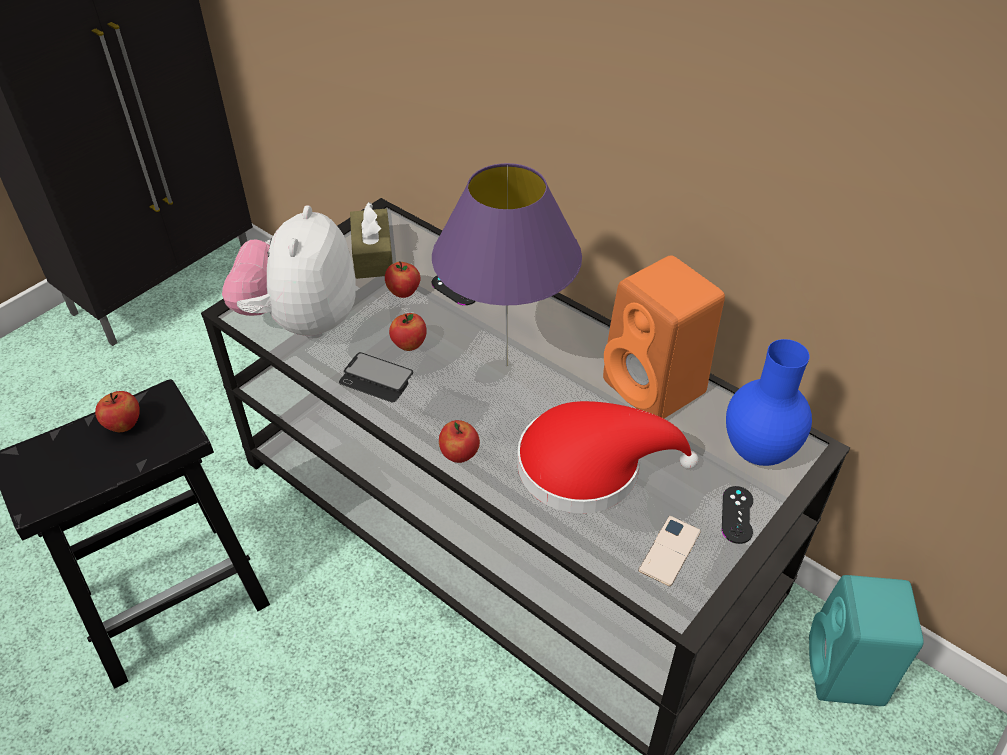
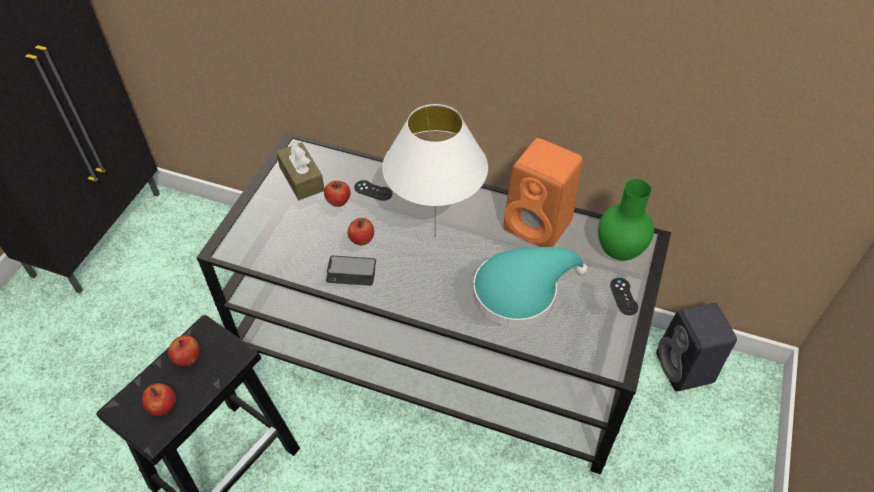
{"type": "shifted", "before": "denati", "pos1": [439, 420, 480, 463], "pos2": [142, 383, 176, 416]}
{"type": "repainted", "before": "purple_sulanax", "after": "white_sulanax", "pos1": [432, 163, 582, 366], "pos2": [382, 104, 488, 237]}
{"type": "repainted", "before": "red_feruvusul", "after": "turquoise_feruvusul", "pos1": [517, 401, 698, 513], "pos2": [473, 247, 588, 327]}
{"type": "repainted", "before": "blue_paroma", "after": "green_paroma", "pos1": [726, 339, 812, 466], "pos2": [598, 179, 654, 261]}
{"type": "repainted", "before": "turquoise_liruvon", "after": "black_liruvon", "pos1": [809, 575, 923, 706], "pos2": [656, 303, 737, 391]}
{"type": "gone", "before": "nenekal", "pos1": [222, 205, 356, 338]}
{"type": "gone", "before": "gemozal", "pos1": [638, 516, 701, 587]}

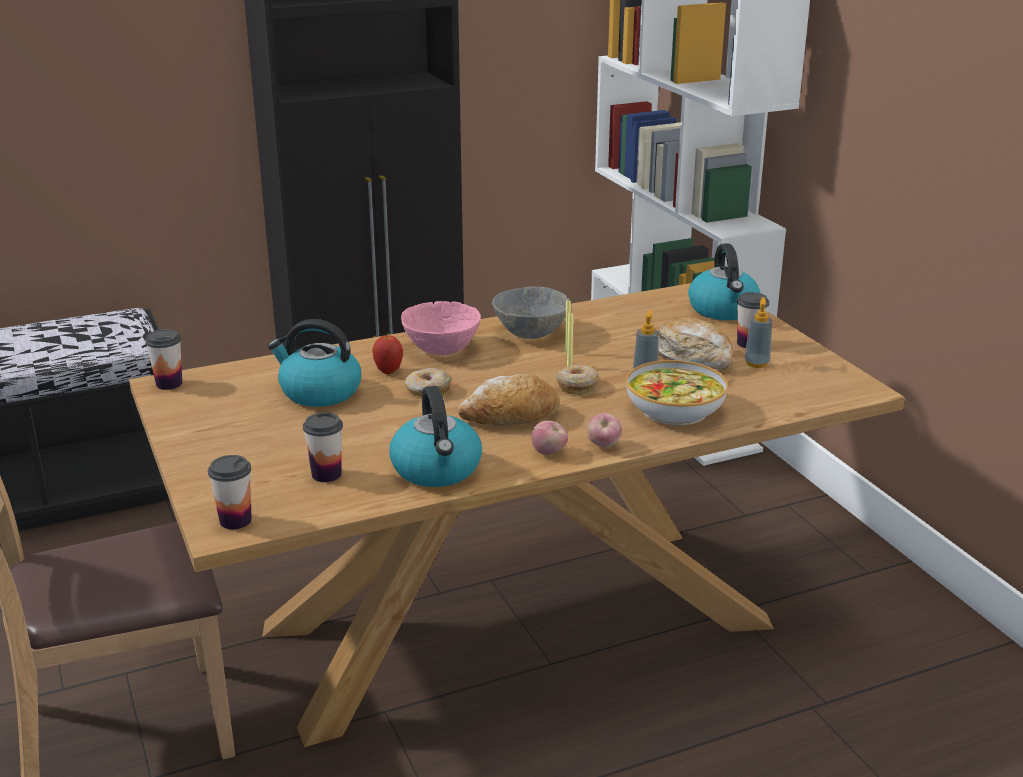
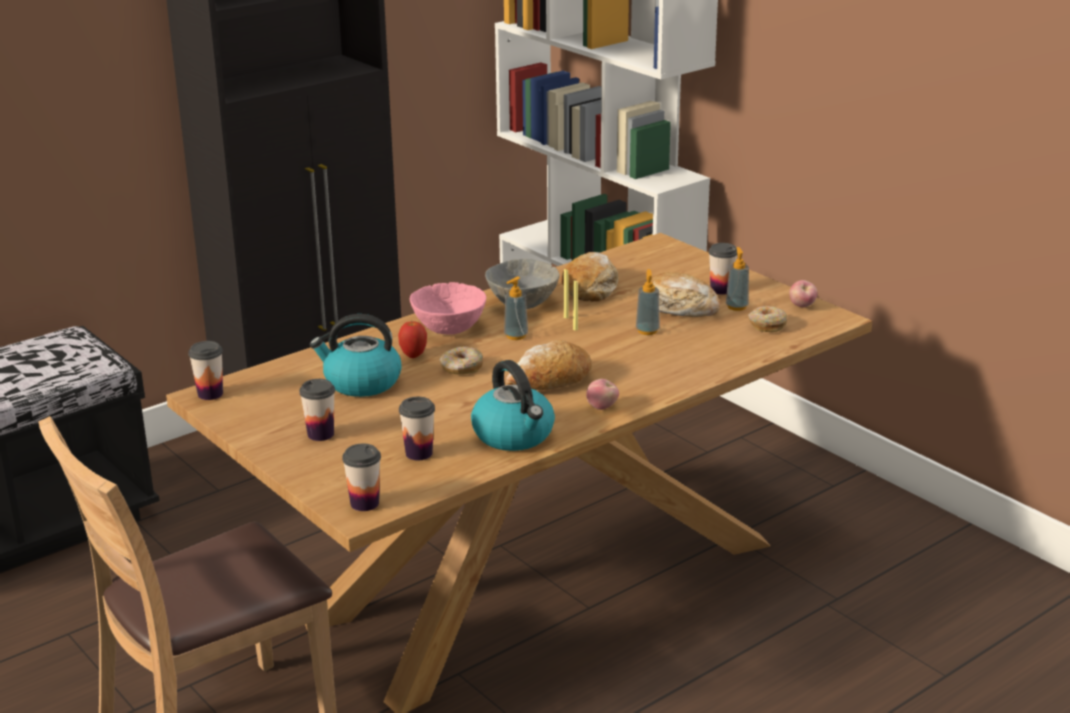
{"type": "new", "after": "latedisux", "pos2": [299, 379, 335, 441]}
{"type": "new", "after": "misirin", "pos2": [504, 277, 528, 340]}
{"type": "new", "after": "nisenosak", "pos2": [561, 252, 618, 302]}
{"type": "shifted", "before": "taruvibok", "pos1": [557, 365, 599, 395], "pos2": [748, 306, 788, 332]}
{"type": "shifted", "before": "denati", "pos1": [587, 413, 622, 448], "pos2": [789, 280, 818, 307]}
{"type": "gone", "before": "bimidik", "pos1": [626, 360, 728, 425]}
{"type": "gone", "before": "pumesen", "pos1": [688, 244, 760, 320]}

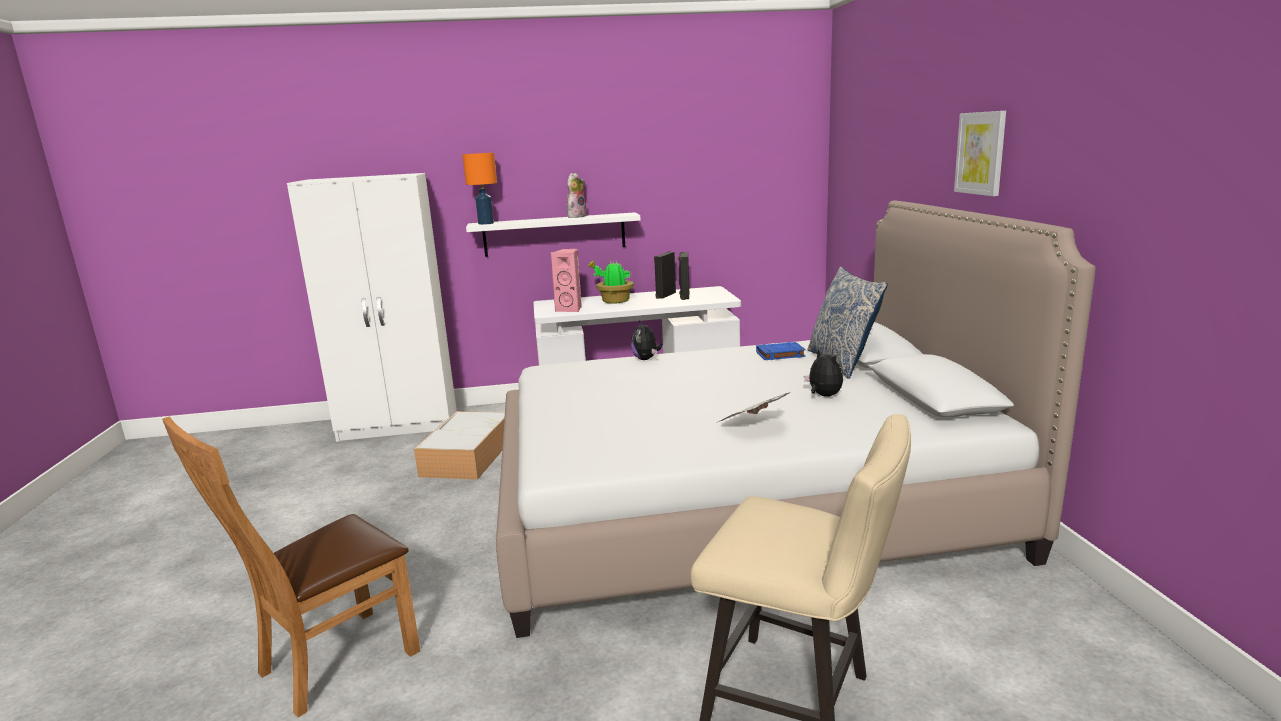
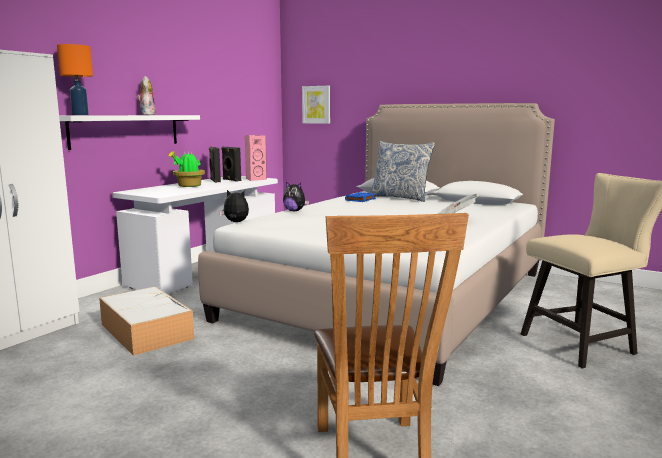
{"type": "shifted", "before": "nenekal", "pos1": [804, 349, 843, 397], "pos2": [219, 190, 249, 222]}
{"type": "shifted", "before": "pink_liruvon", "pos1": [550, 249, 582, 312], "pos2": [245, 135, 267, 181]}
{"type": "shifted", "before": "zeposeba", "pos1": [954, 111, 1006, 196], "pos2": [302, 86, 330, 124]}

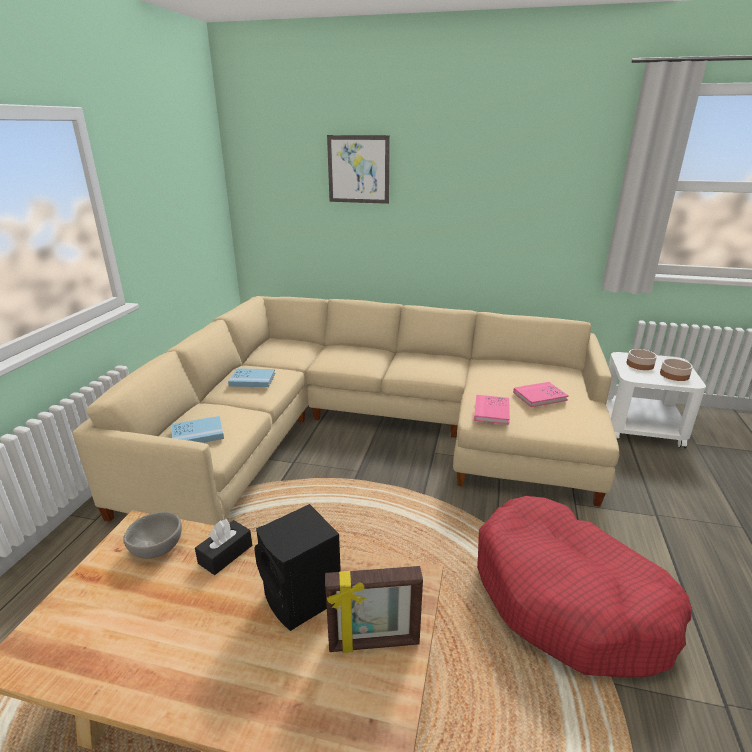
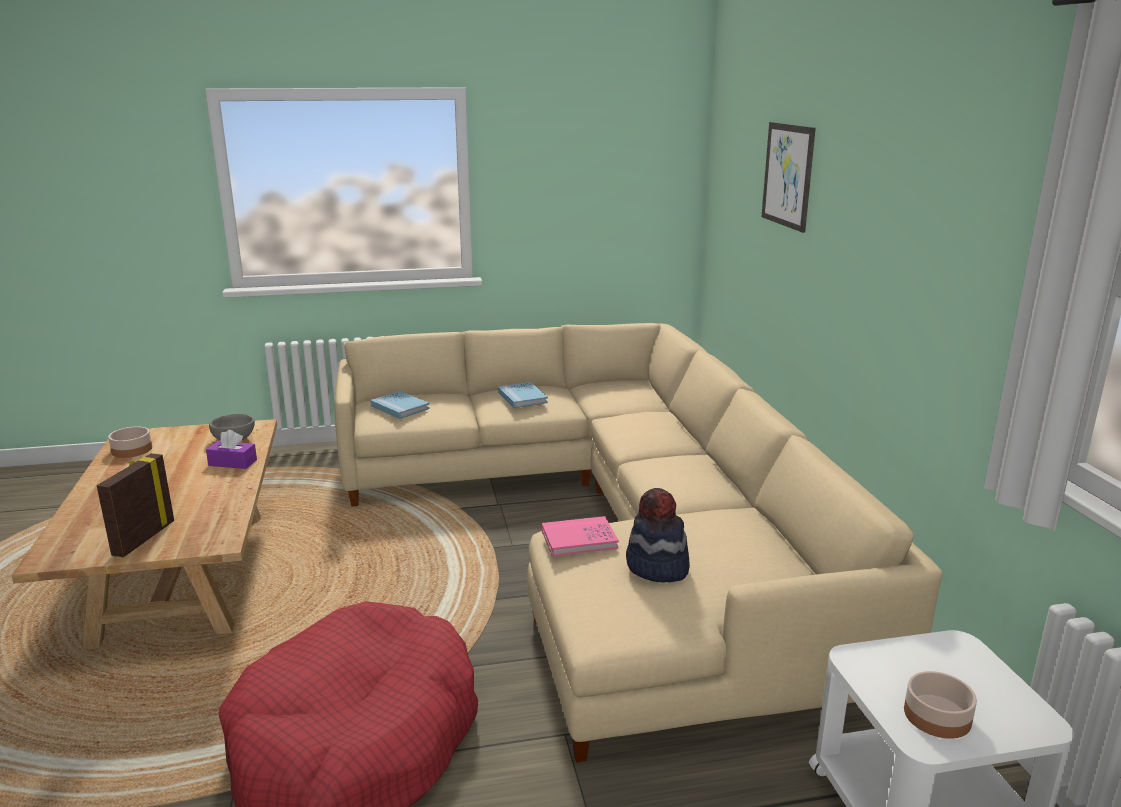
{"type": "rotated", "before": "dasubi", "pos1": [325, 566, 423, 653], "pos2": [97, 453, 174, 557], "turn": 45}
{"type": "shifted", "before": "bimidik", "pos1": [626, 349, 657, 370], "pos2": [108, 427, 152, 458]}
{"type": "repainted", "before": "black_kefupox", "after": "purple_kefupox", "pos1": [195, 519, 252, 575], "pos2": [206, 430, 257, 469]}
{"type": "swapped", "before": "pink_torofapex", "after": "feruvusul", "pos1": [513, 382, 569, 407], "pos2": [626, 488, 690, 583]}
{"type": "gone", "before": "black_liruvon", "pos1": [254, 504, 341, 631]}

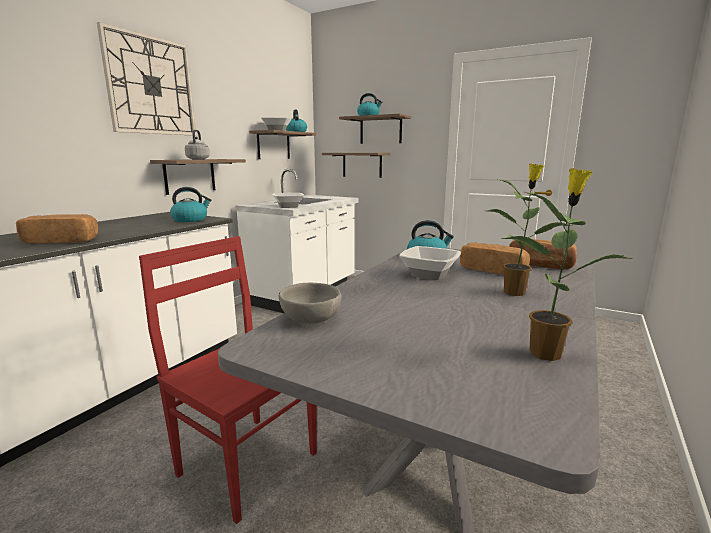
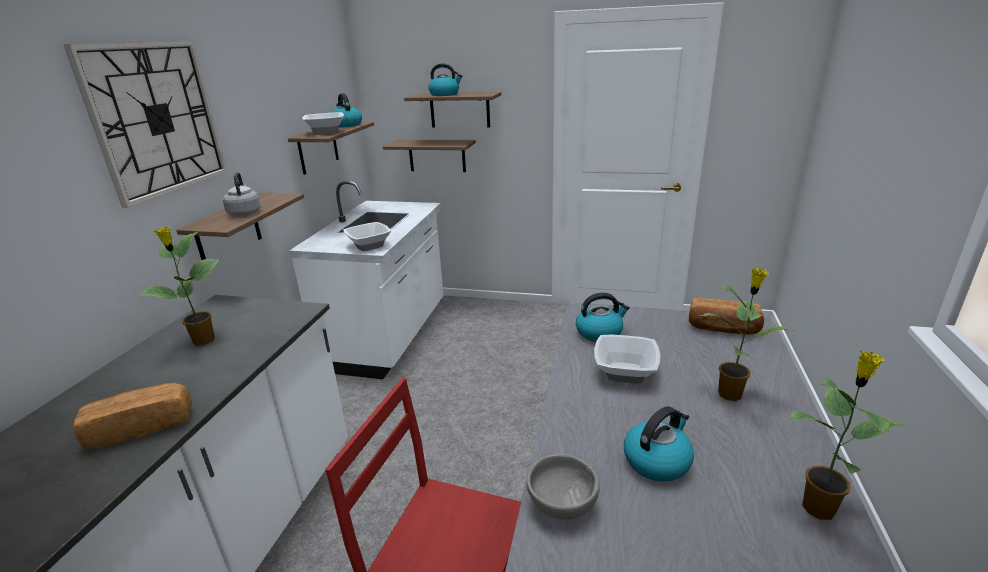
{"type": "new", "after": "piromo", "pos2": [137, 227, 220, 346]}
{"type": "shifted", "before": "pumesen", "pos1": [170, 187, 211, 222], "pos2": [624, 406, 694, 482]}
{"type": "gone", "before": "nisenosak", "pos1": [460, 242, 530, 275]}

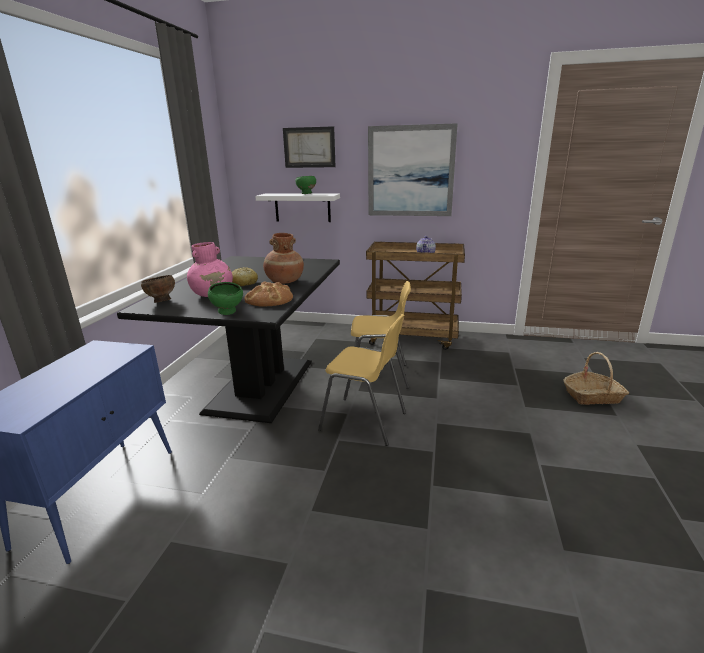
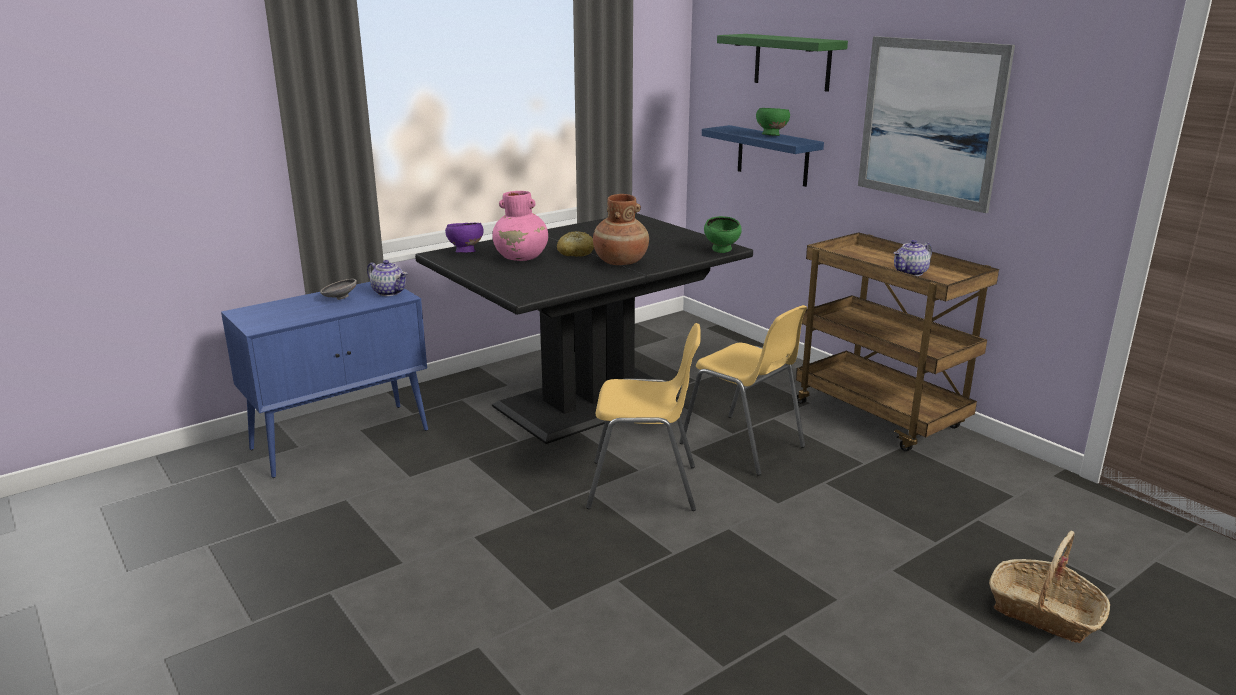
{"type": "new", "after": "grey_bimidik", "pos2": [320, 279, 357, 300]}
{"type": "new", "after": "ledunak", "pos2": [367, 260, 408, 296]}
{"type": "repainted", "before": "brown_bimidik", "after": "purple_bimidik", "pos1": [141, 275, 175, 303], "pos2": [445, 223, 484, 253]}
{"type": "rotated", "before": "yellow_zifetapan", "pos1": [318, 314, 406, 446], "pos2": [586, 323, 701, 511], "turn": -60}
{"type": "repainted", "before": "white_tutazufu", "after": "blue_tutazufu", "pos1": [255, 193, 340, 222], "pos2": [702, 125, 824, 187]}
{"type": "shifted", "before": "green_bimidik", "pos1": [208, 282, 243, 315], "pos2": [704, 216, 742, 253]}
{"type": "swapped", "before": "zeposeba", "after": "green_tutazufu", "pos1": [283, 126, 335, 168], "pos2": [717, 34, 848, 92]}
{"type": "gone", "before": "nisenosak", "pos1": [244, 281, 293, 306]}

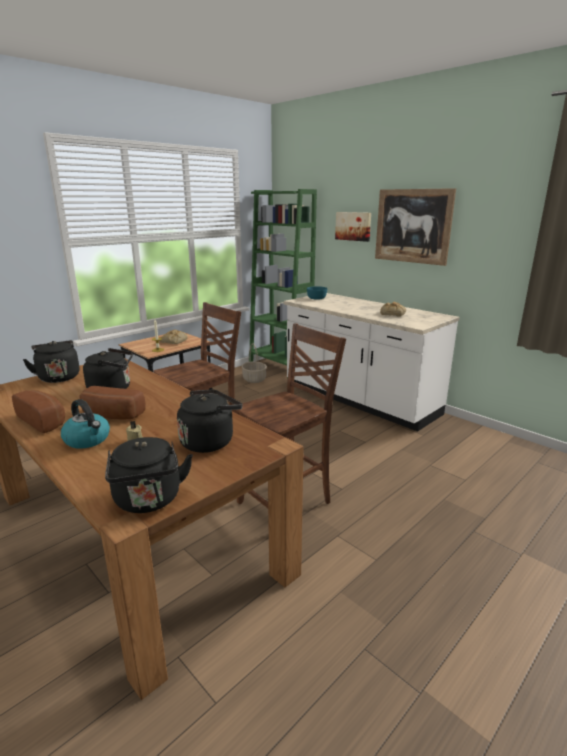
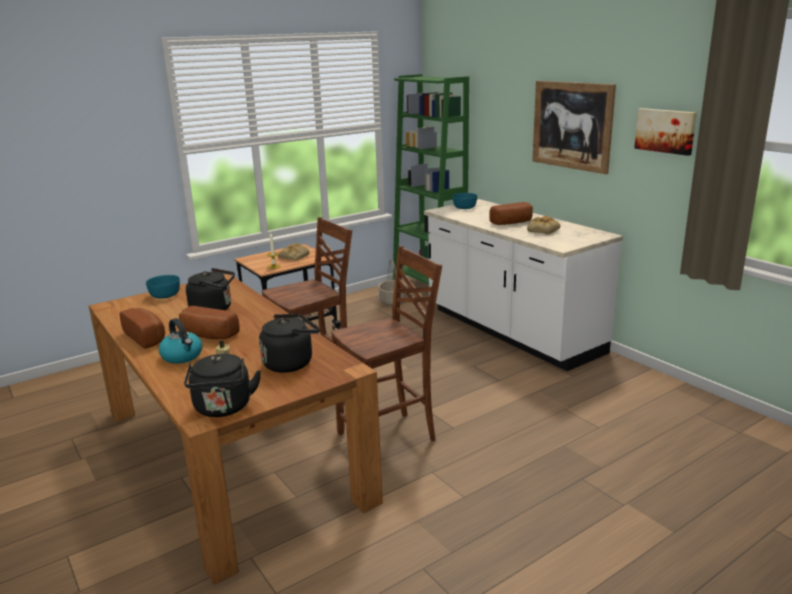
{"type": "swapped", "before": "black_pumesen", "after": "turquoise_bimidik", "pos1": [23, 340, 80, 383], "pos2": [146, 275, 180, 299]}
{"type": "new", "after": "nisenosak", "pos2": [489, 202, 533, 225]}
{"type": "shifted", "before": "zeposeba", "pos1": [335, 212, 371, 242], "pos2": [634, 108, 697, 156]}

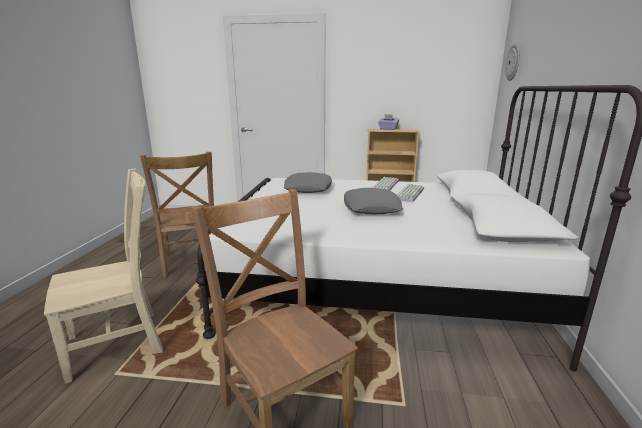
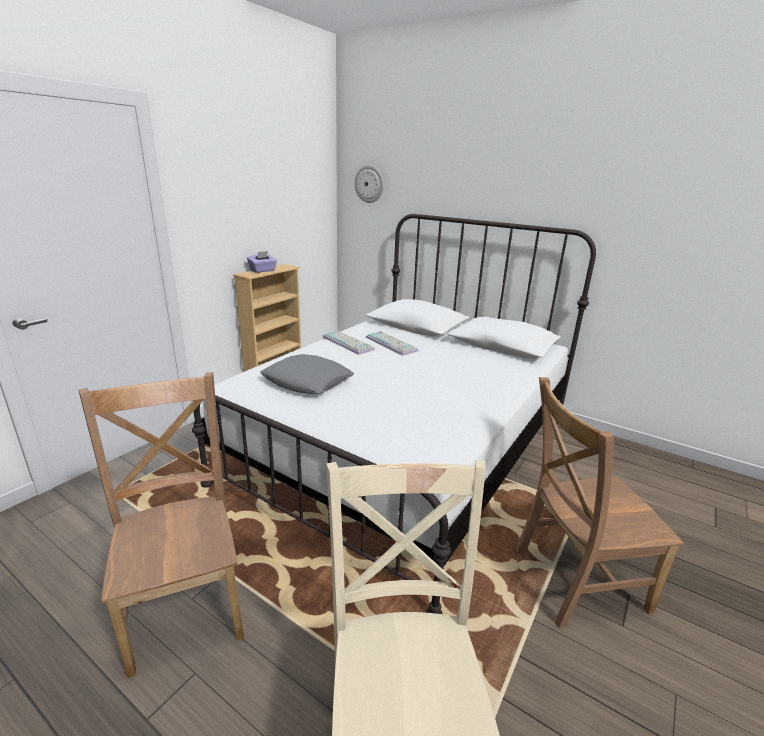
{"type": "rotated", "before": "brown_zifetapan", "pos1": [140, 152, 214, 278], "pos2": [79, 372, 244, 678], "turn": -120}
{"type": "gone", "before": "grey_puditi", "pos1": [344, 188, 403, 214]}

